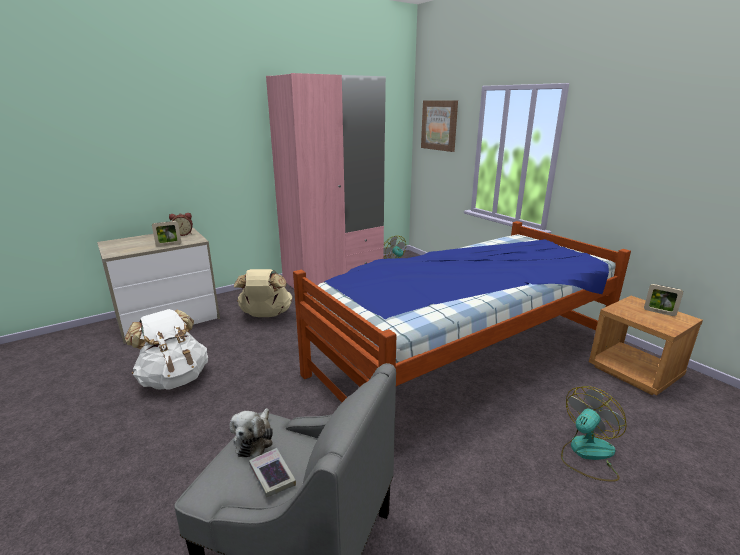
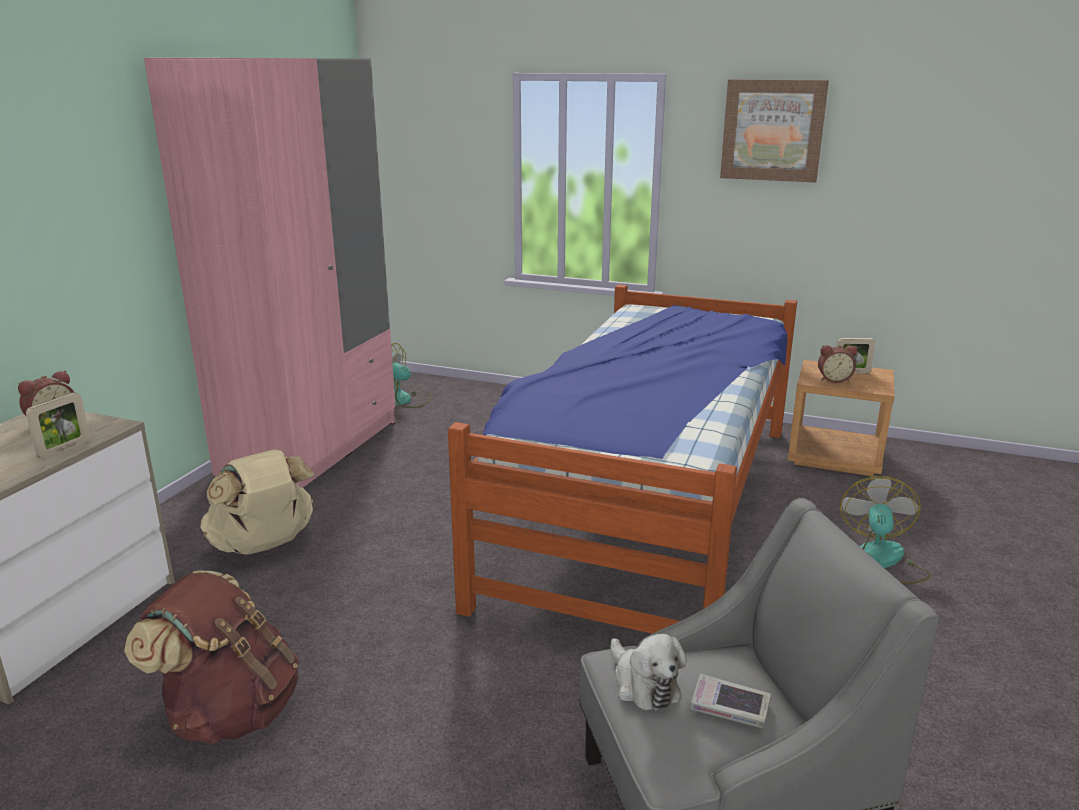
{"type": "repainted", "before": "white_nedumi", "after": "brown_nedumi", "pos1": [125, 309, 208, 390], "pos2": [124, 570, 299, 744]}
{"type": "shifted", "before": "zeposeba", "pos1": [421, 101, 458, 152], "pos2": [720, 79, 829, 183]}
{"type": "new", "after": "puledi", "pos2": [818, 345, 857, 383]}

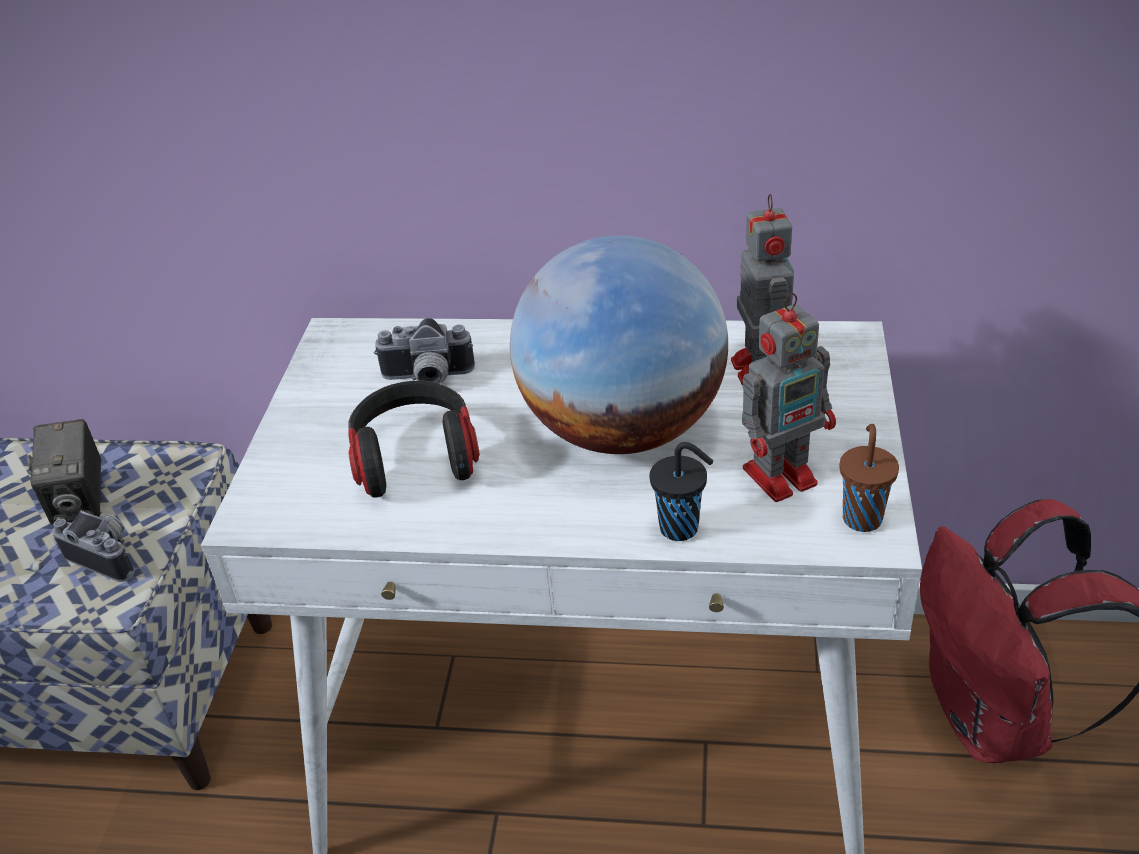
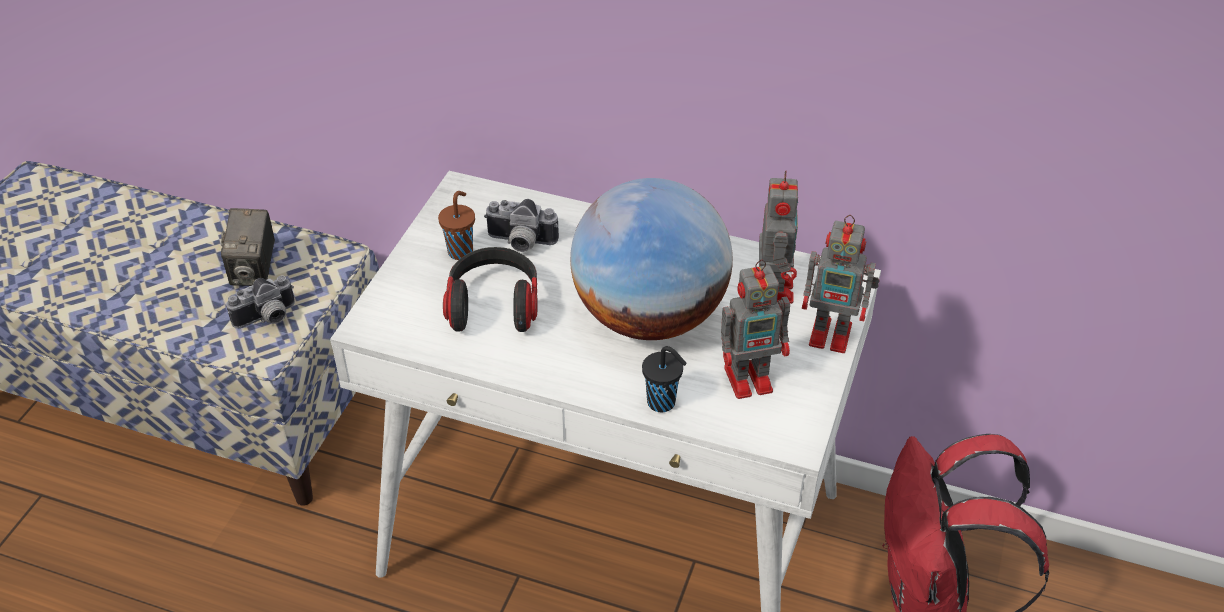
{"type": "rotated", "before": "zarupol", "pos1": [52, 510, 135, 582], "pos2": [226, 275, 295, 328], "turn": 105}
{"type": "shifted", "before": "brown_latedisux", "pos1": [839, 424, 899, 532], "pos2": [438, 191, 475, 260]}
{"type": "new", "after": "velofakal", "pos2": [802, 215, 879, 353]}

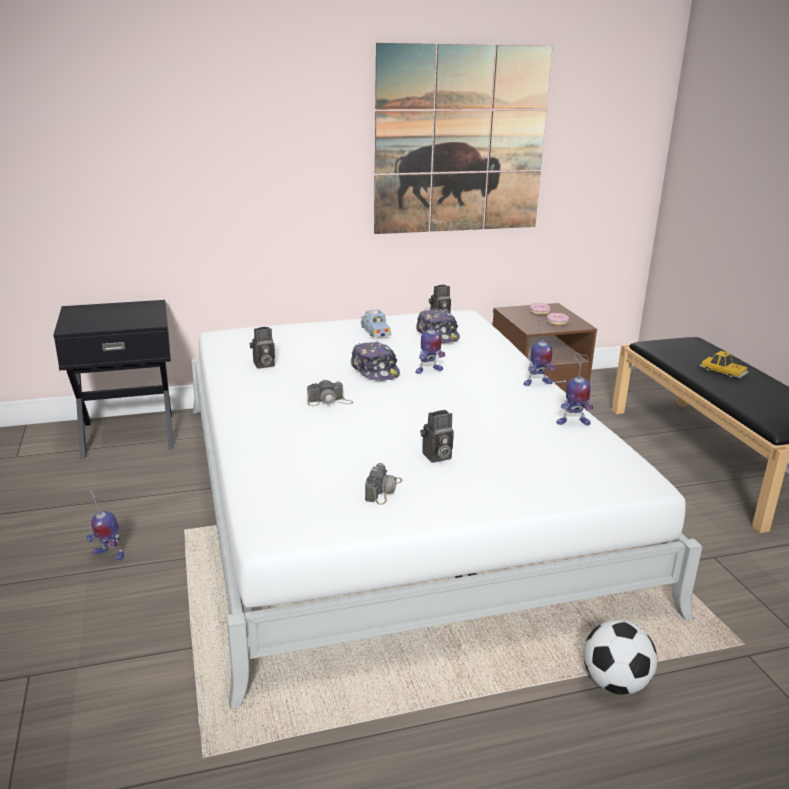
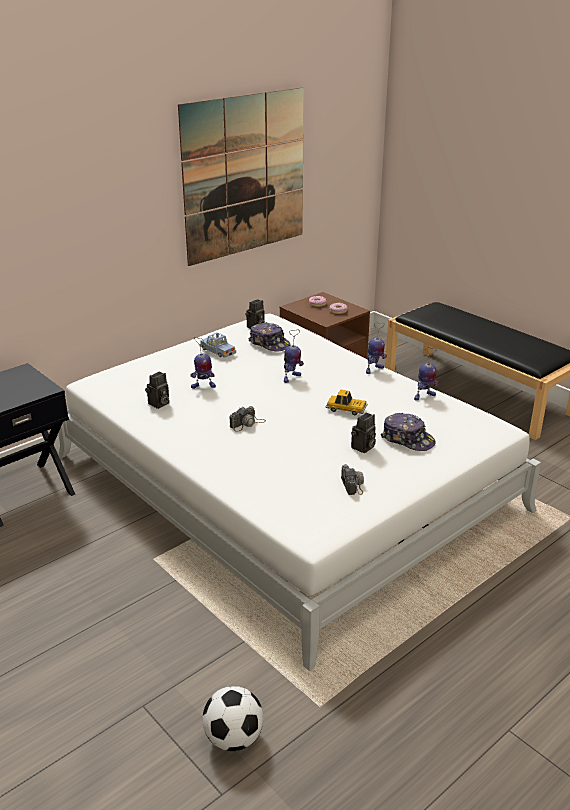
{"type": "shifted", "before": "velofakal", "pos1": [86, 489, 124, 561], "pos2": [190, 337, 216, 389]}
{"type": "shifted", "before": "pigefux", "pos1": [584, 620, 657, 695], "pos2": [202, 686, 263, 751]}
{"type": "shifted", "before": "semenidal", "pos1": [699, 351, 749, 379], "pos2": [325, 389, 368, 415]}
{"type": "shifted", "before": "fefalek", "pos1": [351, 342, 400, 381], "pos2": [381, 413, 436, 451]}

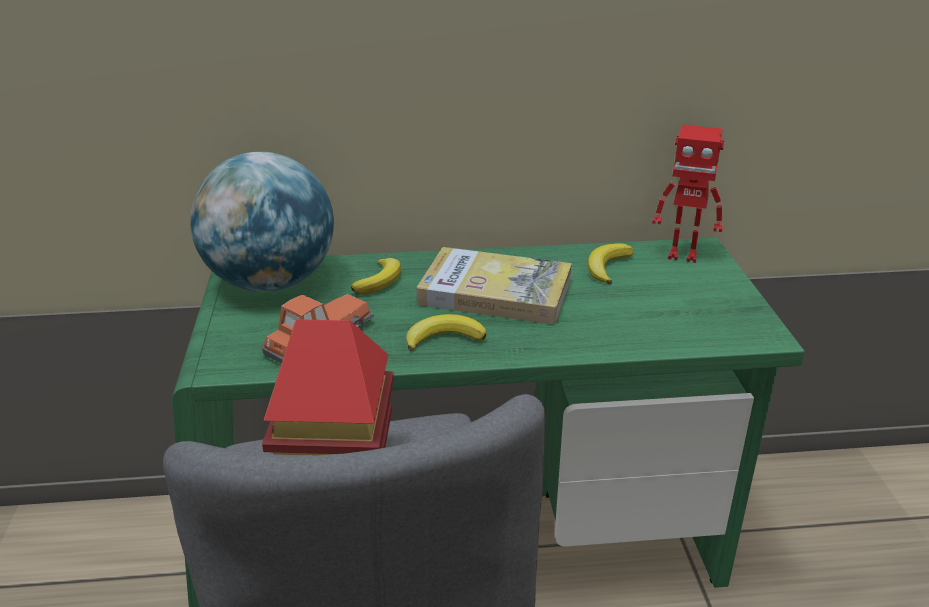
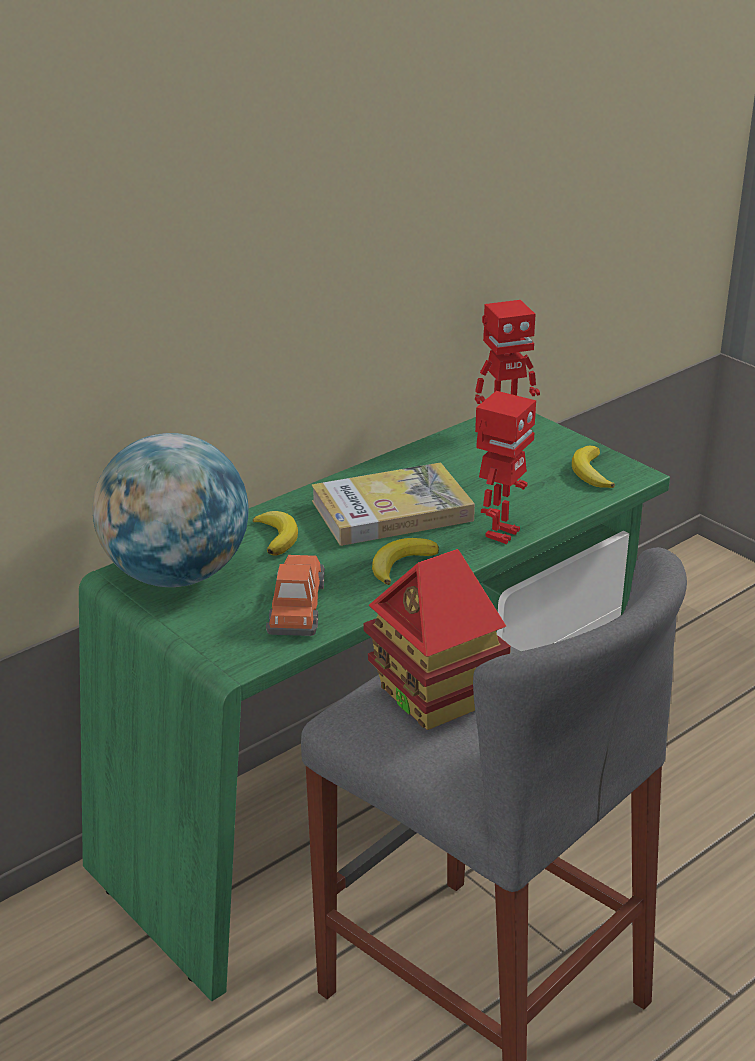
{"type": "new", "after": "velofakal", "pos2": [475, 391, 536, 544]}
{"type": "shifted", "before": "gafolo", "pos1": [587, 243, 634, 284], "pos2": [572, 445, 615, 488]}

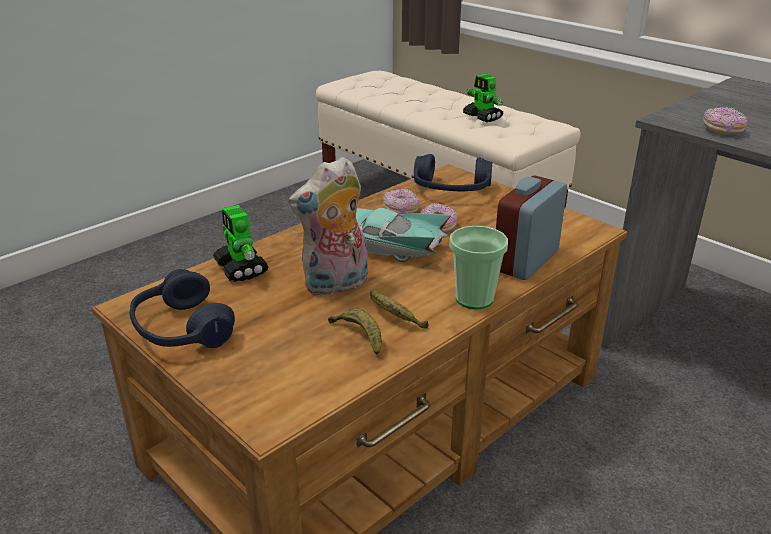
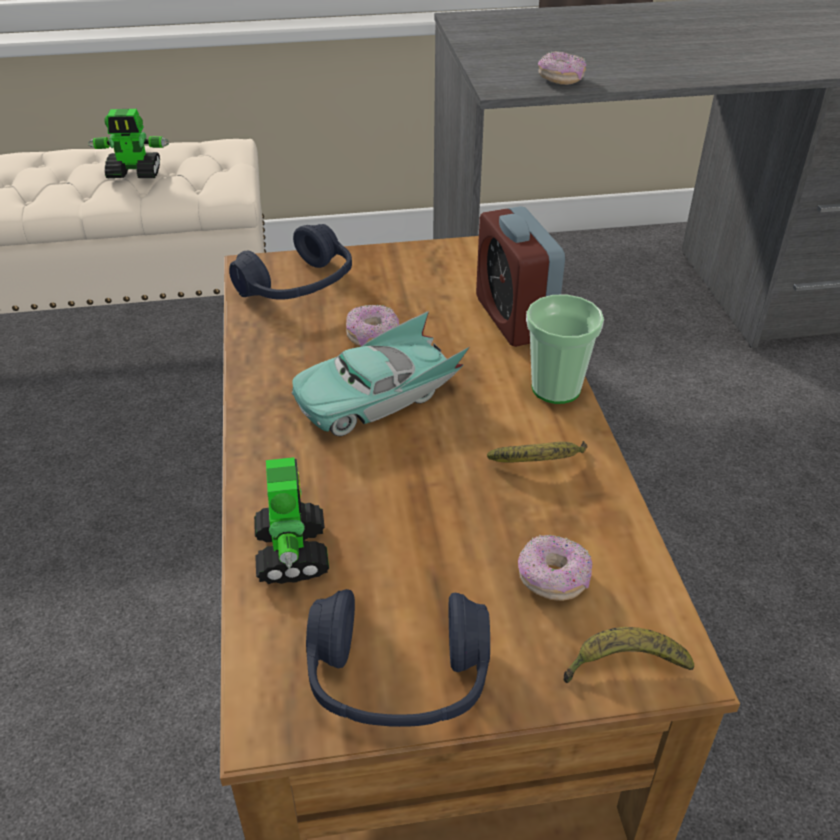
{"type": "rotated", "before": "velofakal", "pos1": [213, 205, 269, 282], "pos2": [254, 457, 329, 584], "turn": -105}
{"type": "shifted", "before": "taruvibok", "pos1": [383, 189, 420, 214], "pos2": [518, 535, 592, 601]}
{"type": "shifted", "before": "gafolo", "pos1": [328, 308, 382, 355], "pos2": [563, 627, 694, 683]}
{"type": "gone", "before": "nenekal", "pos1": [288, 156, 368, 297]}

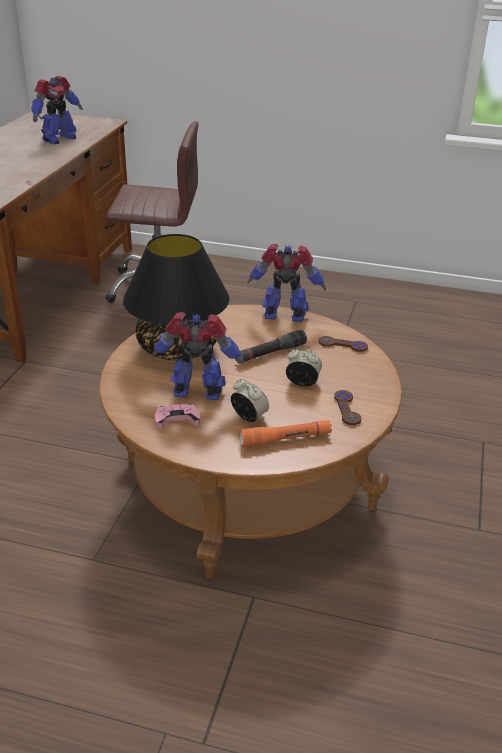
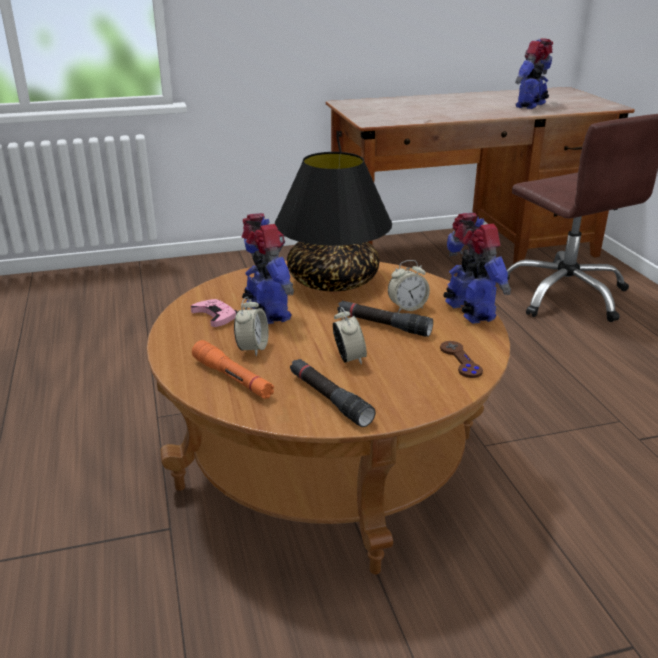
{"type": "swapped", "before": "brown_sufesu", "after": "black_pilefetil", "pos1": [334, 390, 361, 425], "pos2": [290, 359, 376, 427]}
{"type": "new", "after": "puledi", "pos2": [388, 260, 430, 313]}
{"type": "rotated", "before": "velofakal", "pos1": [31, 76, 83, 144], "pos2": [515, 39, 553, 109], "turn": 120}

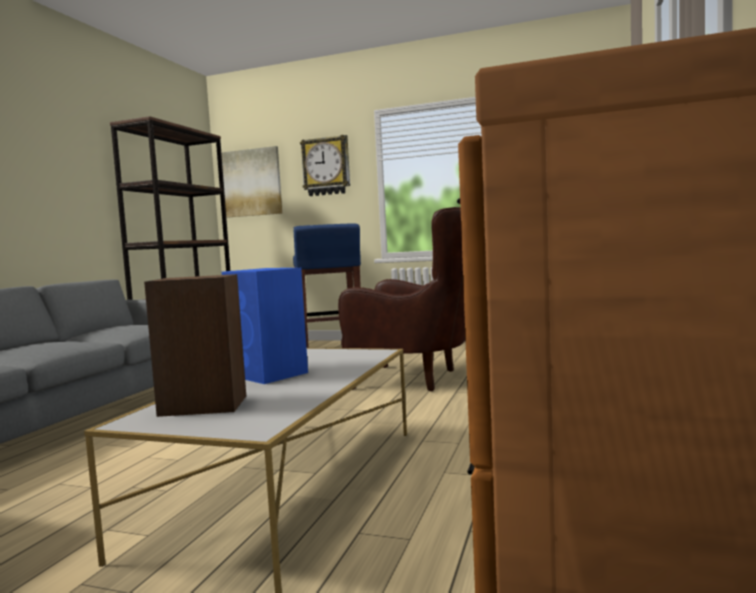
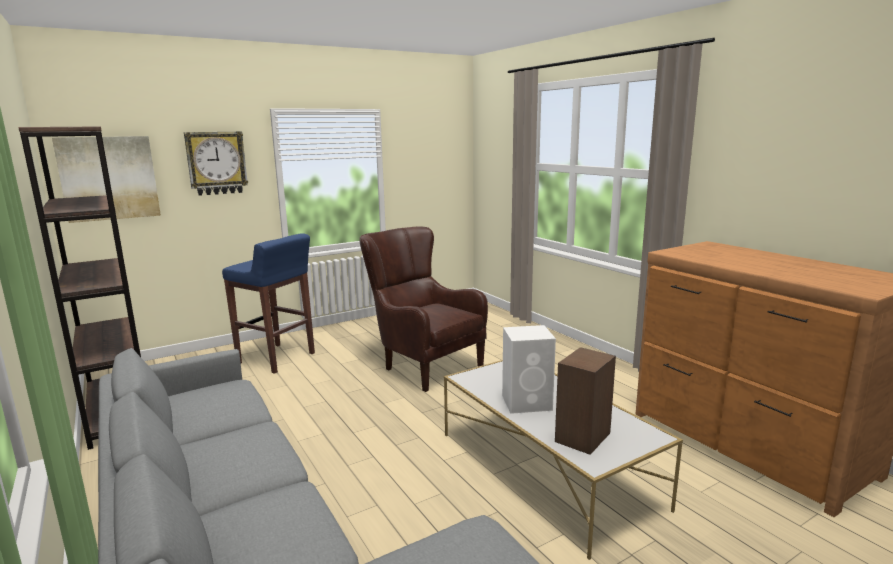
{"type": "rotated", "before": "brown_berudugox", "pos1": [338, 207, 465, 391], "pos2": [359, 226, 488, 392], "turn": -105}
{"type": "repainted", "before": "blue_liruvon", "after": "white_liruvon", "pos1": [222, 268, 308, 384], "pos2": [502, 325, 556, 414]}

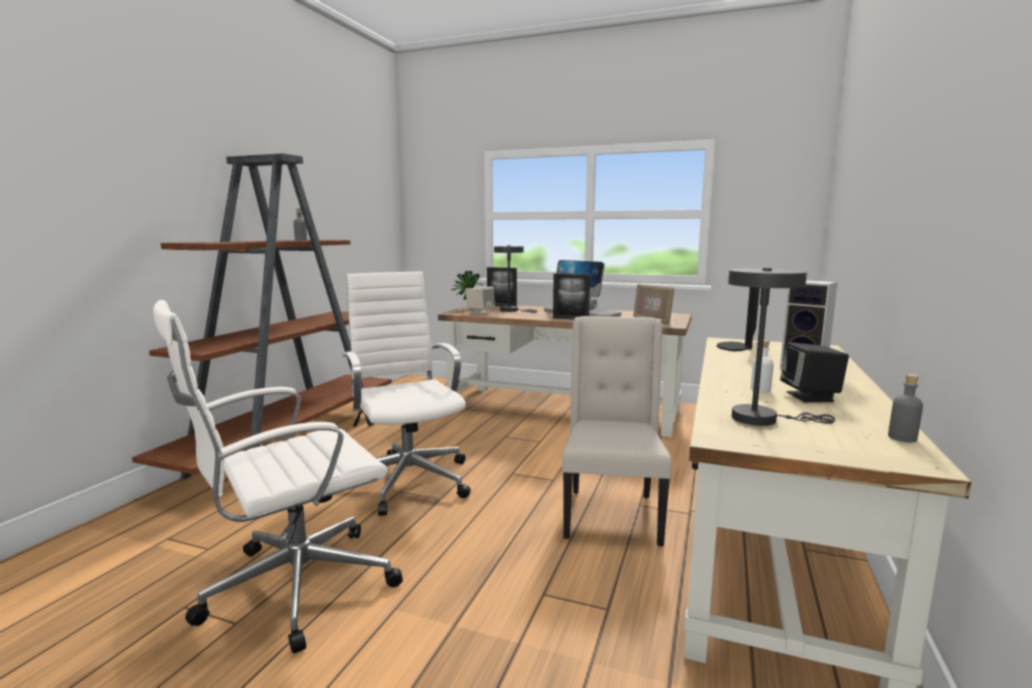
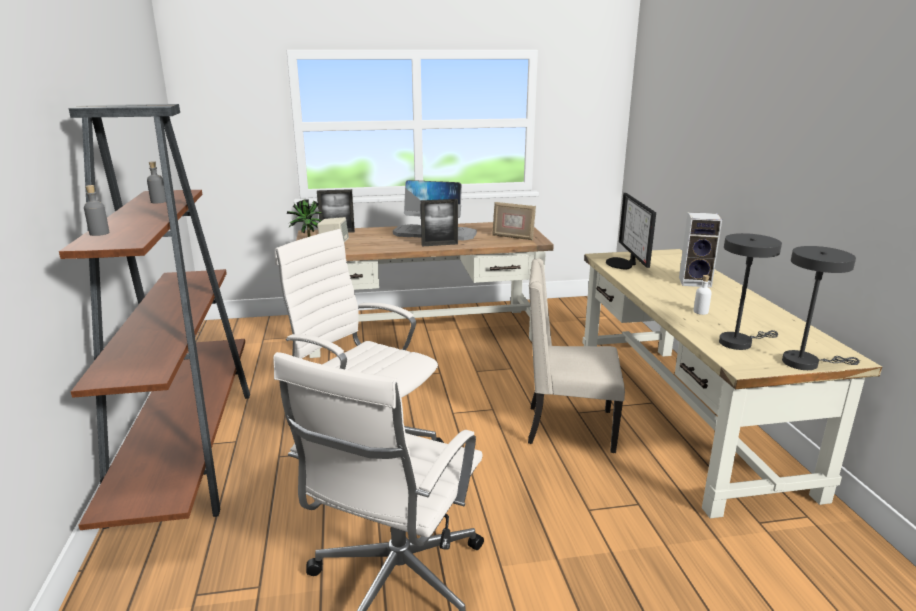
{"type": "shifted", "before": "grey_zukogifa", "pos1": [888, 374, 923, 443], "pos2": [84, 185, 109, 236]}
{"type": "rotated", "before": "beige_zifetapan", "pos1": [562, 316, 672, 546], "pos2": [528, 258, 625, 453], "turn": -60}
{"type": "shifted", "before": "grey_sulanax", "pos1": [494, 245, 538, 313], "pos2": [782, 246, 860, 370]}
{"type": "gone", "before": "black_liruvon", "pos1": [780, 342, 849, 402]}

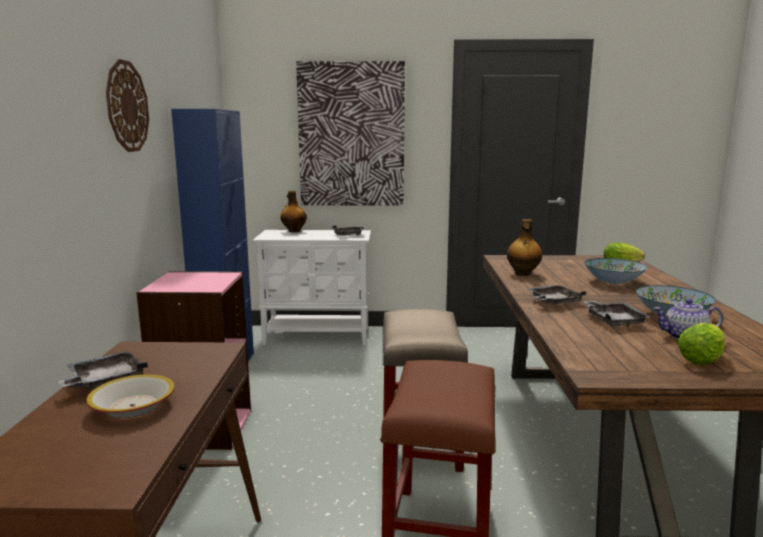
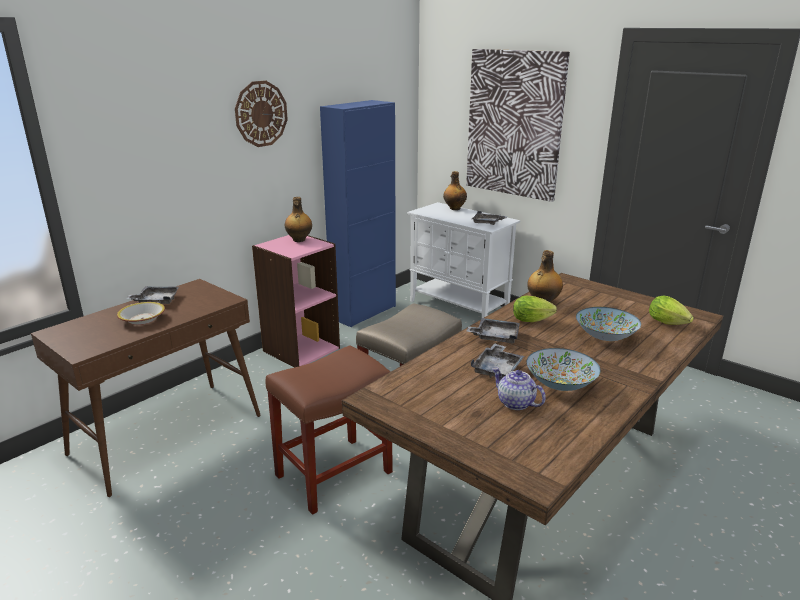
{"type": "new", "after": "zukogifa", "pos2": [285, 197, 312, 242]}
{"type": "shifted", "before": "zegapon", "pos1": [677, 323, 725, 365], "pos2": [513, 296, 557, 322]}

